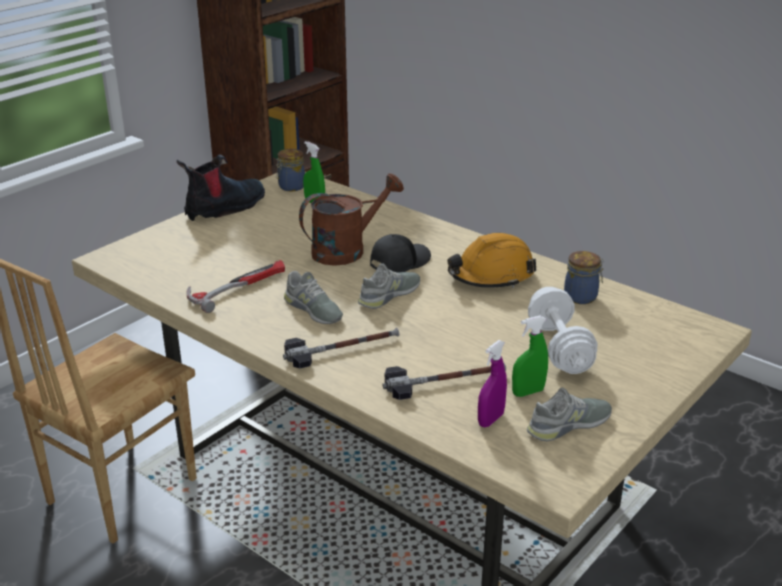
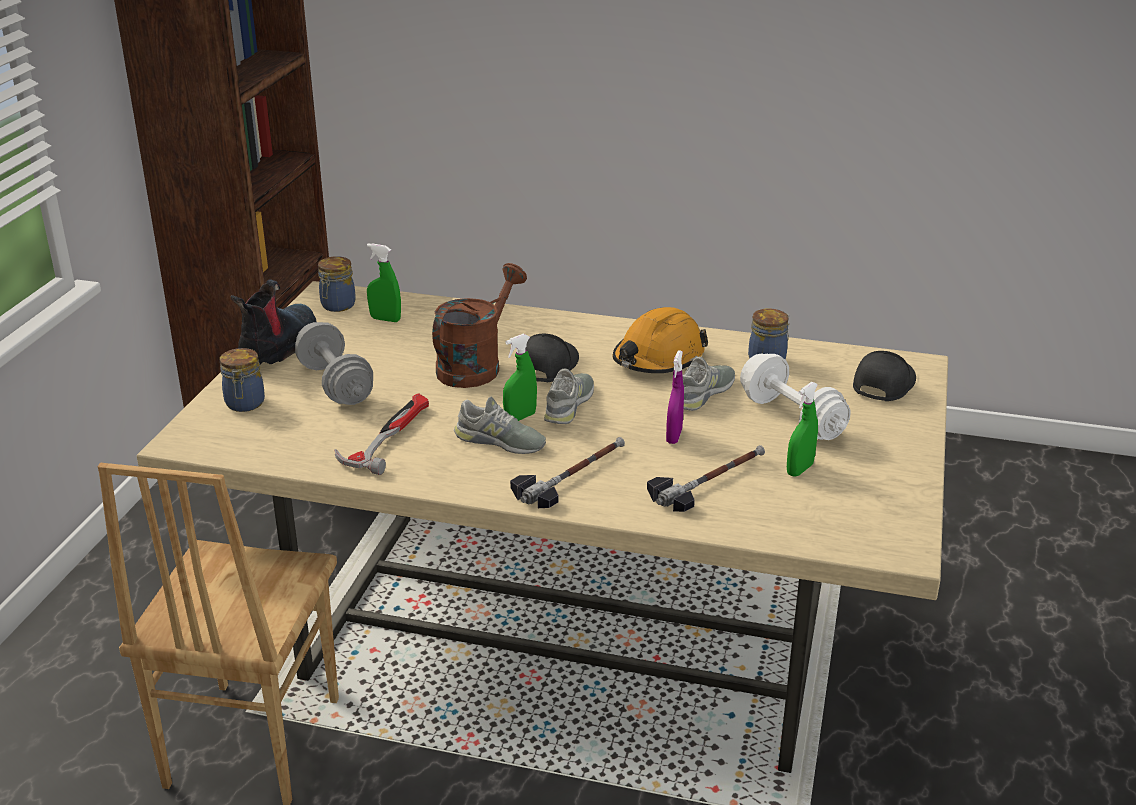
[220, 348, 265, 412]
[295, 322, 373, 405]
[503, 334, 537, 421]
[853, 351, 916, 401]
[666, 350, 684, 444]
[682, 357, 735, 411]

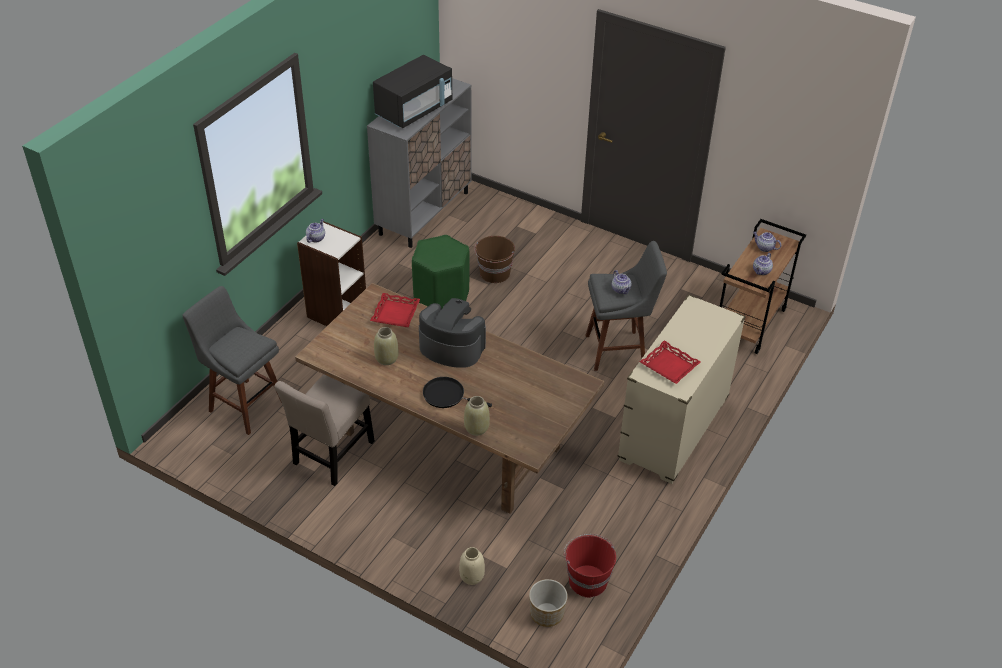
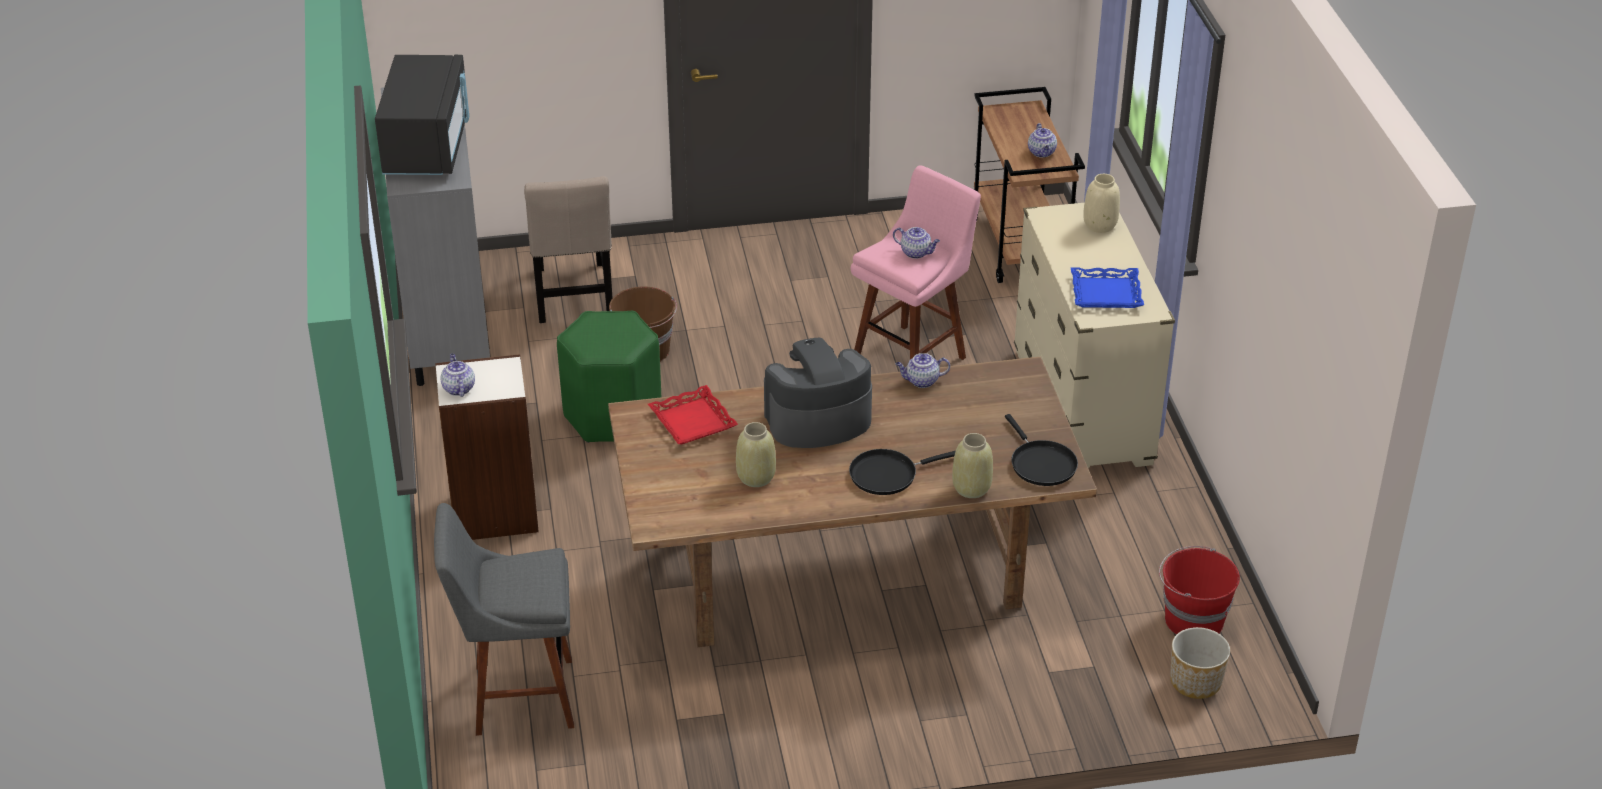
[1005, 414, 1078, 486]
[524, 176, 612, 323]
[1083, 174, 1120, 233]
[896, 353, 950, 388]
[851, 166, 981, 360]
[1071, 267, 1144, 308]

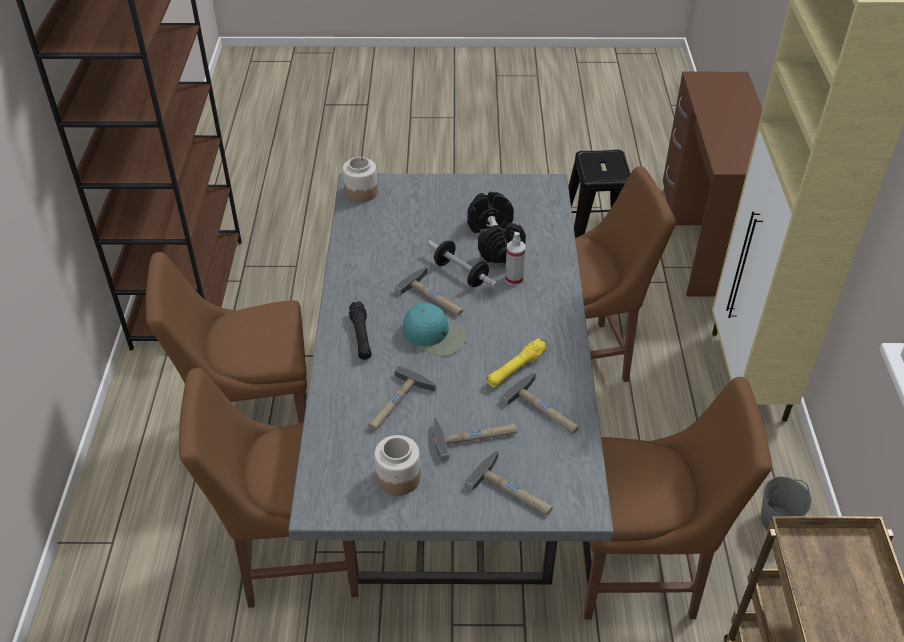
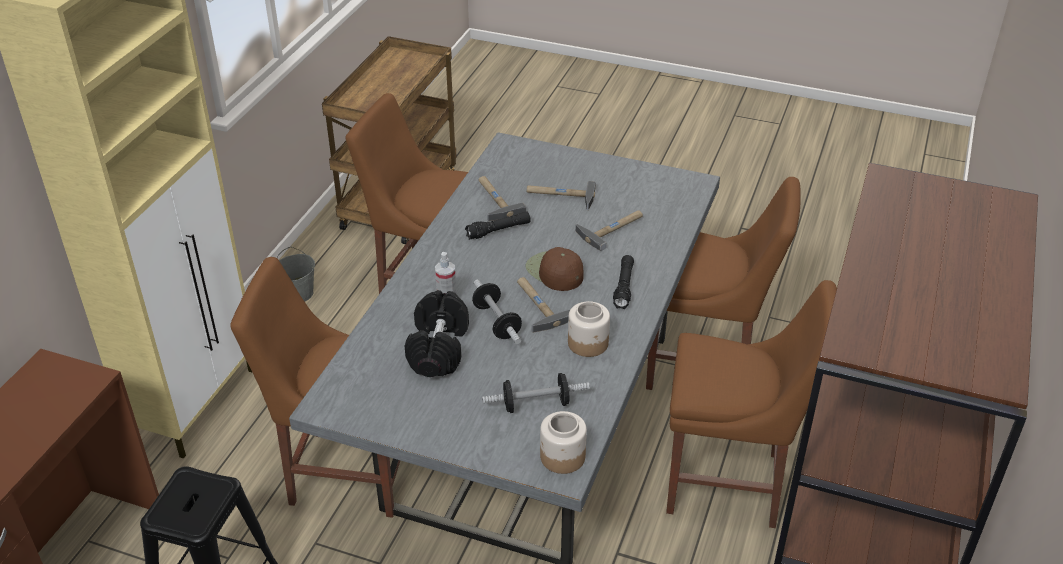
[465, 450, 553, 515] (first image)
[482, 373, 590, 413]
[568, 301, 610, 357]
[526, 247, 583, 291]
[465, 211, 531, 240]

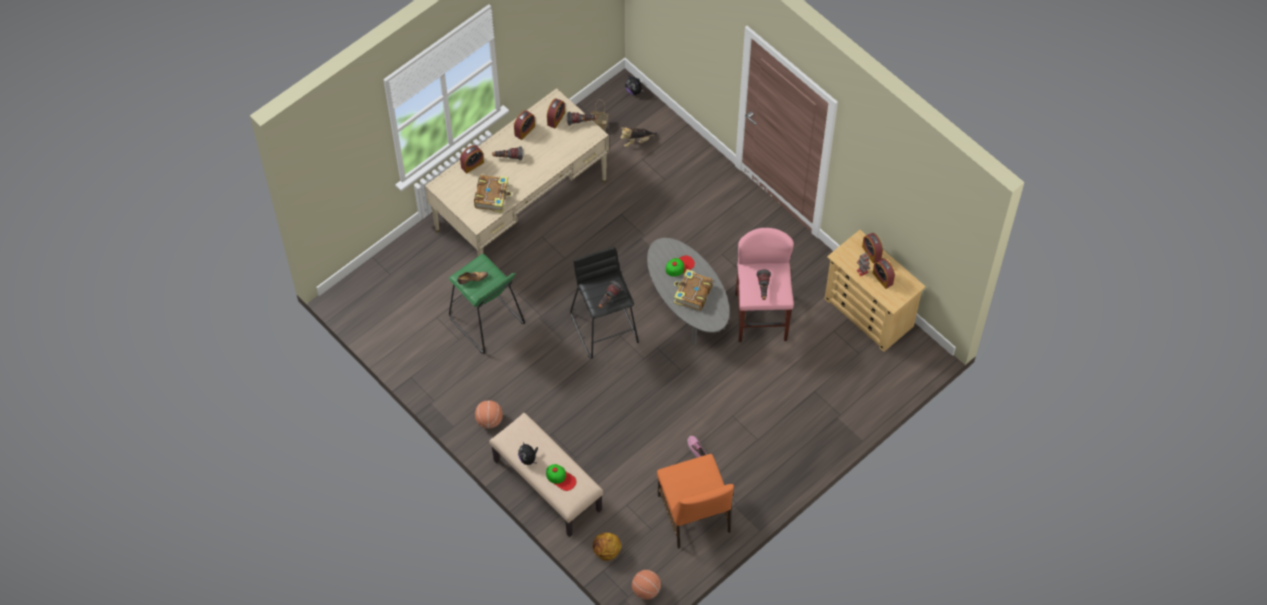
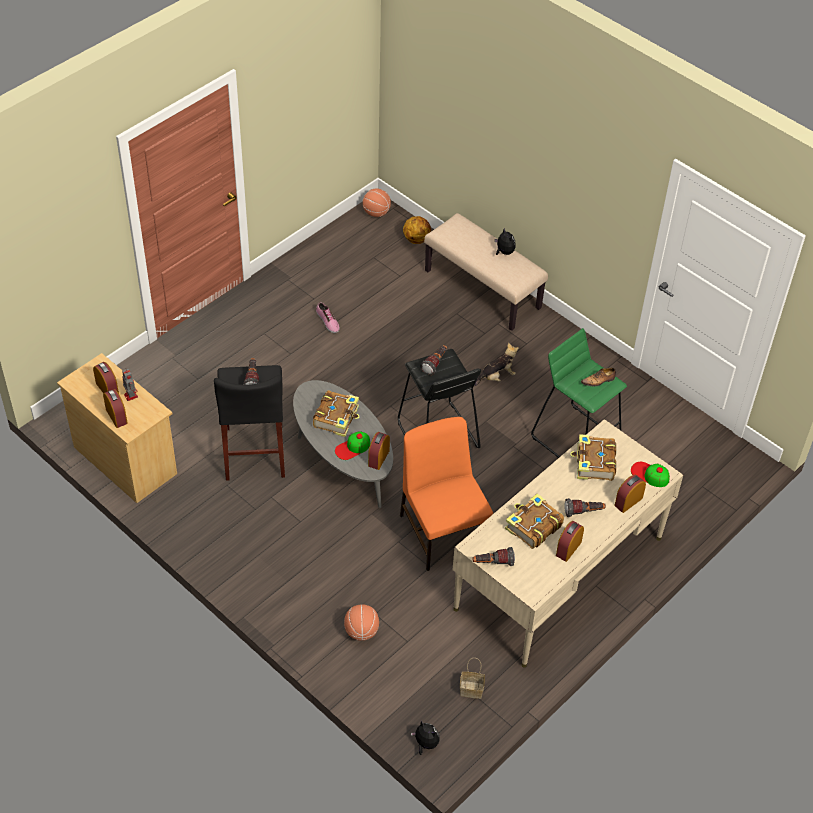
[505, 494, 564, 549]
[344, 604, 379, 641]
[631, 462, 670, 487]
[368, 432, 390, 470]
[474, 343, 519, 386]
[400, 417, 493, 571]
[214, 365, 285, 481]

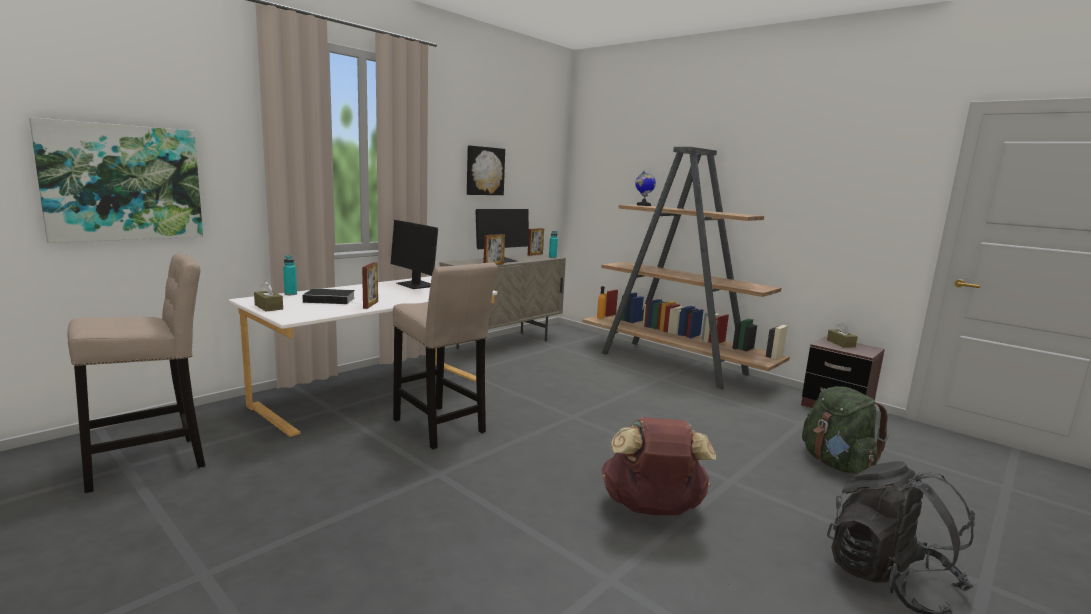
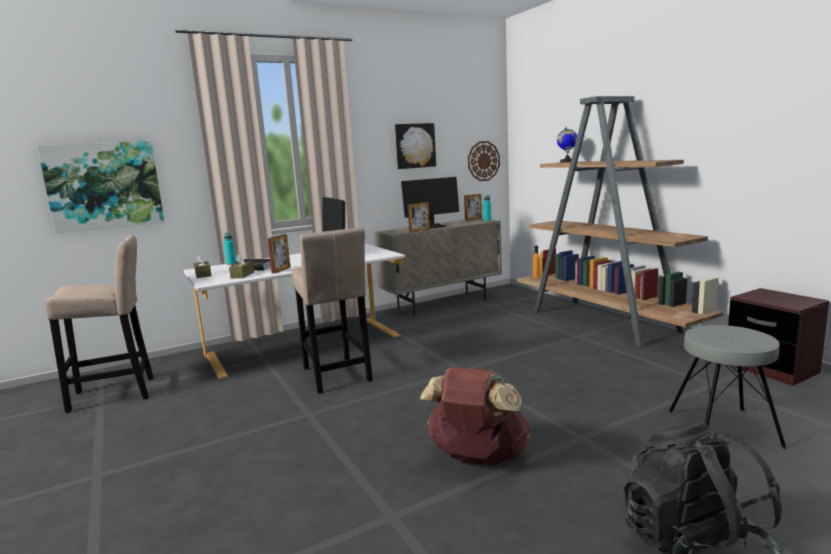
[468, 141, 500, 181]
[229, 254, 254, 279]
[669, 325, 787, 449]

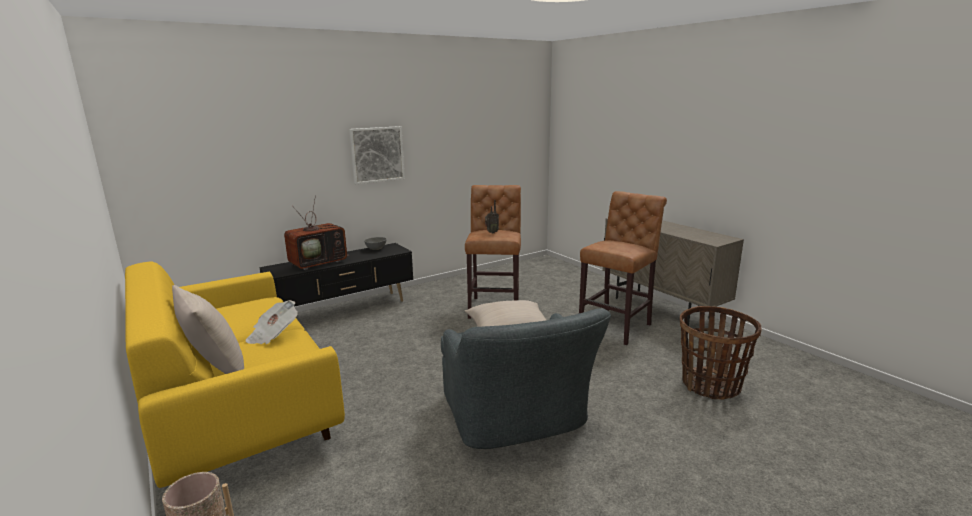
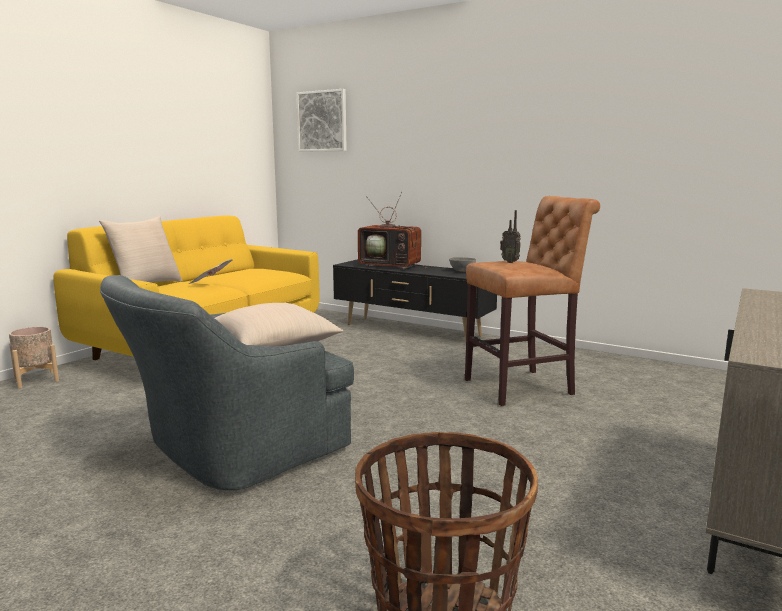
[579, 191, 667, 345] (first image)
[296, 89, 347, 152]

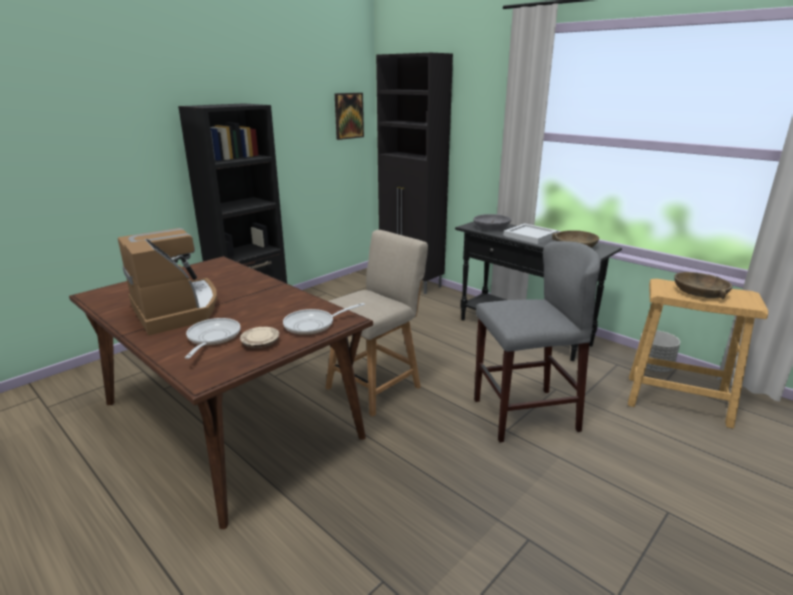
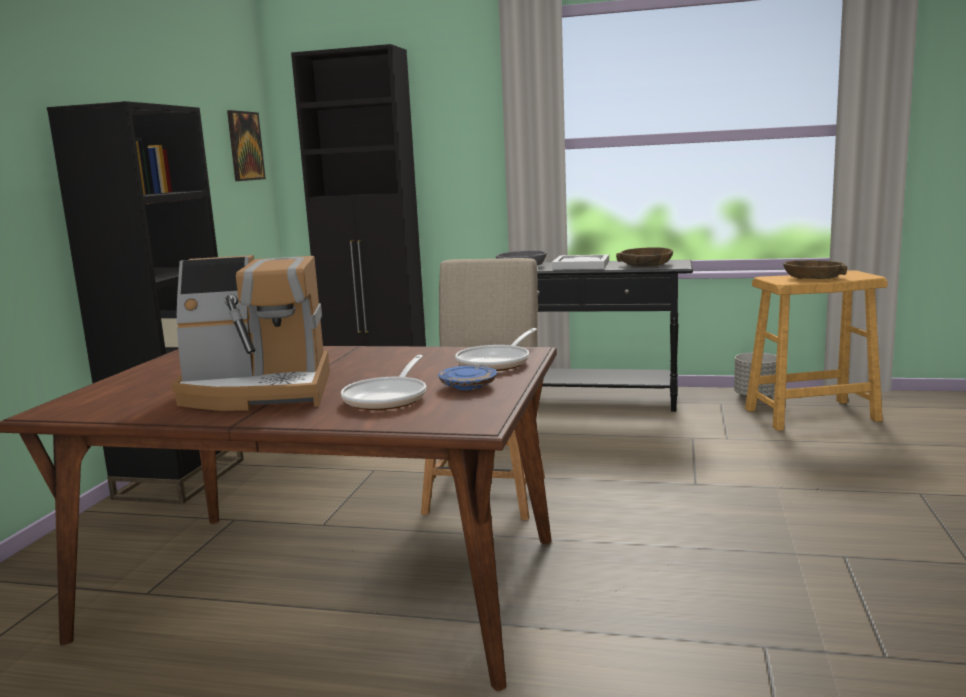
[474, 241, 601, 442] (first image)
[438, 365, 497, 391]
[172, 255, 330, 411]
[341, 355, 426, 410]

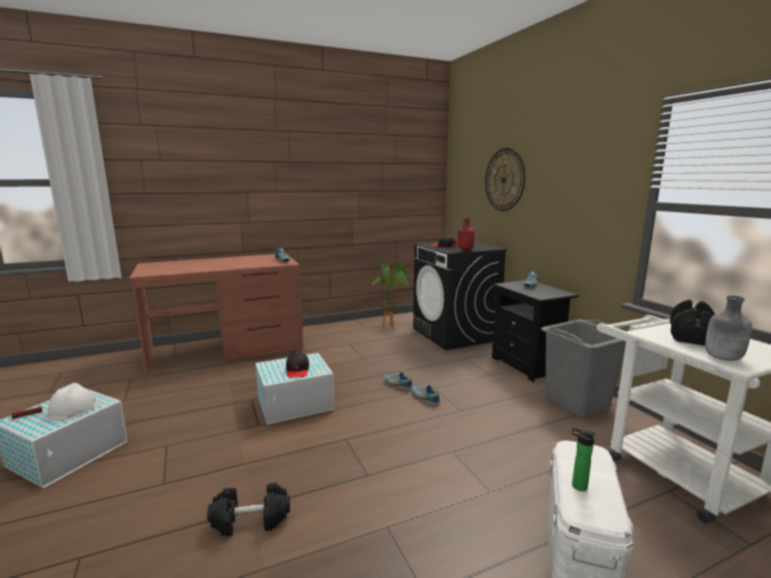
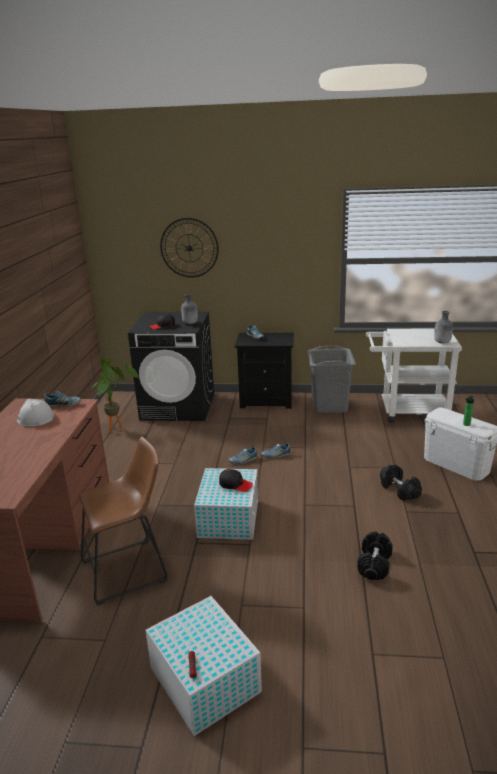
[79, 436, 167, 605]
[17, 399, 54, 426]
[380, 464, 422, 501]
[181, 293, 198, 324]

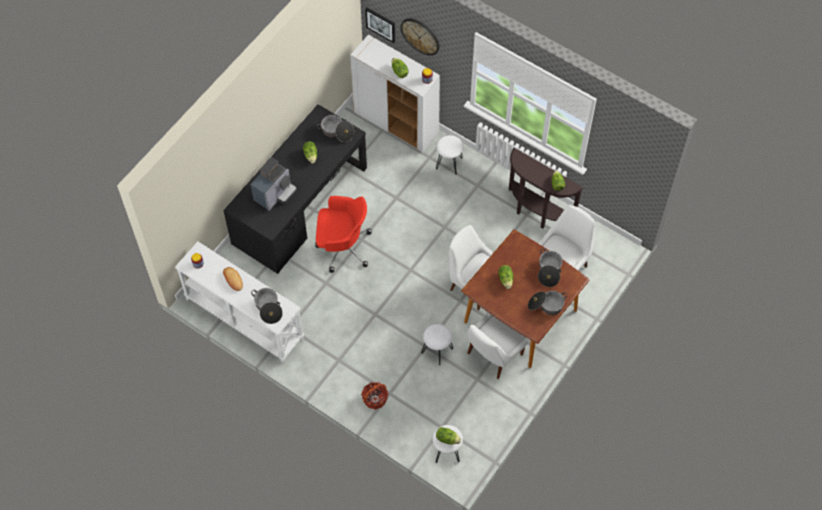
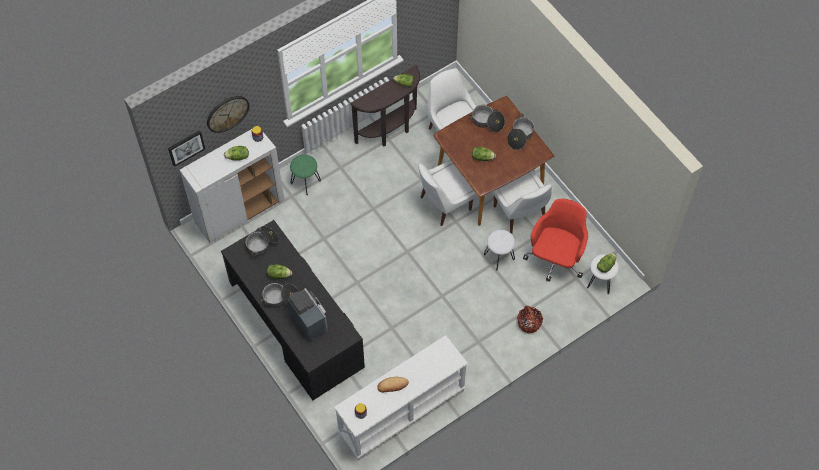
[260, 283, 298, 308]
[523, 199, 588, 282]
[290, 155, 321, 195]

